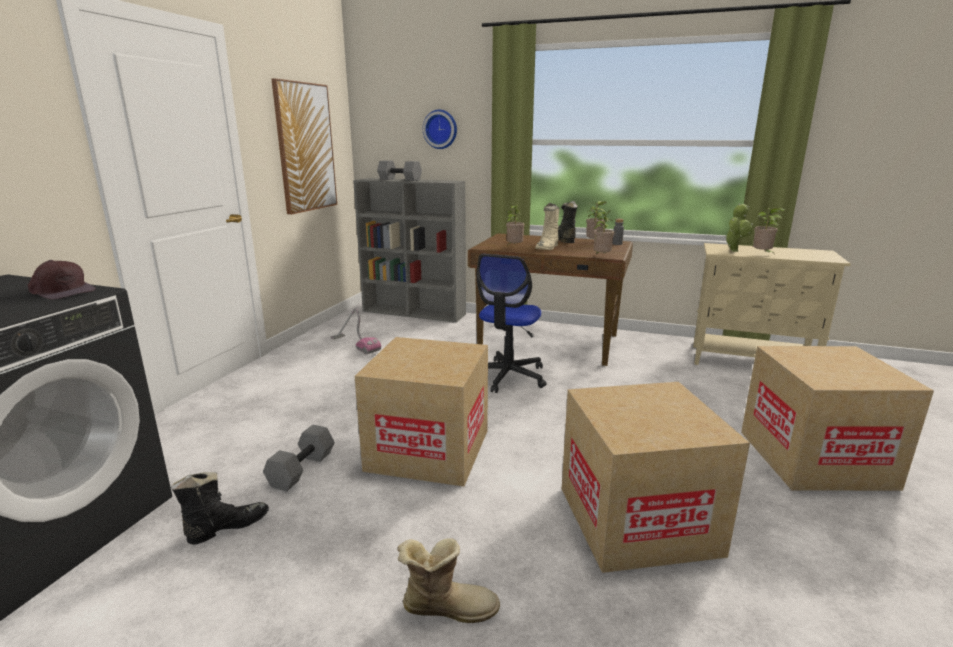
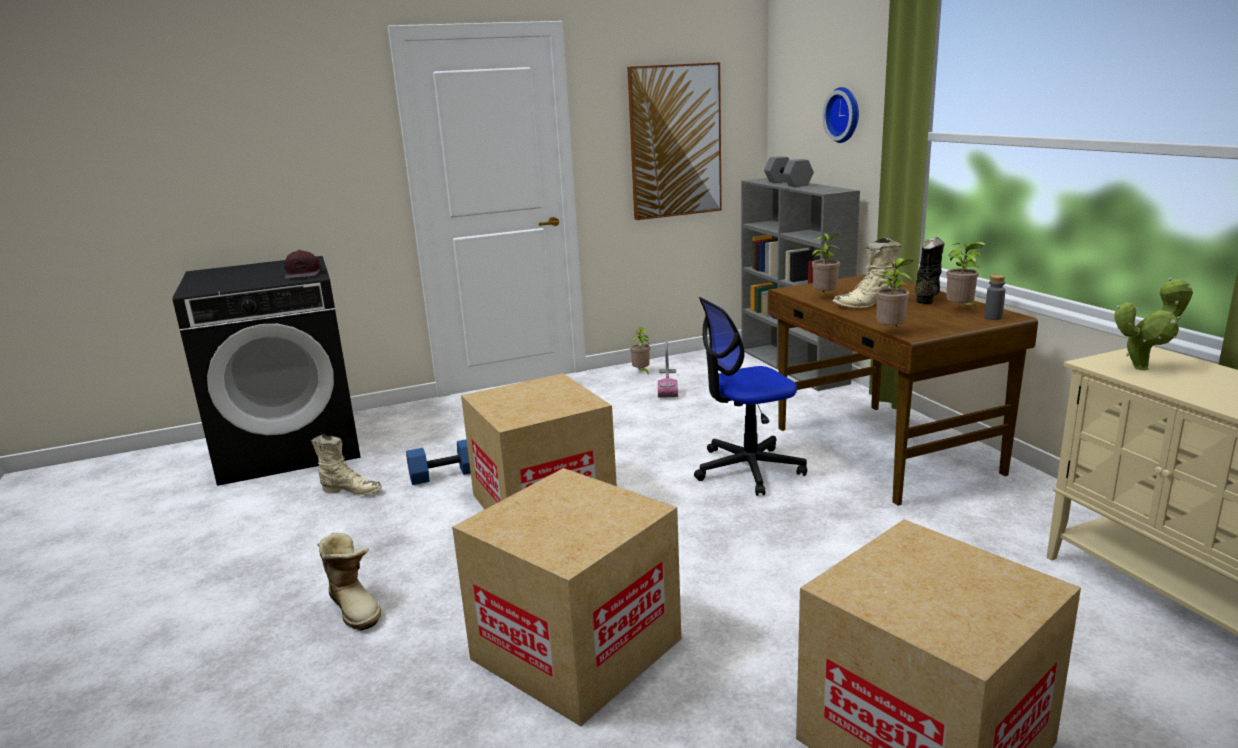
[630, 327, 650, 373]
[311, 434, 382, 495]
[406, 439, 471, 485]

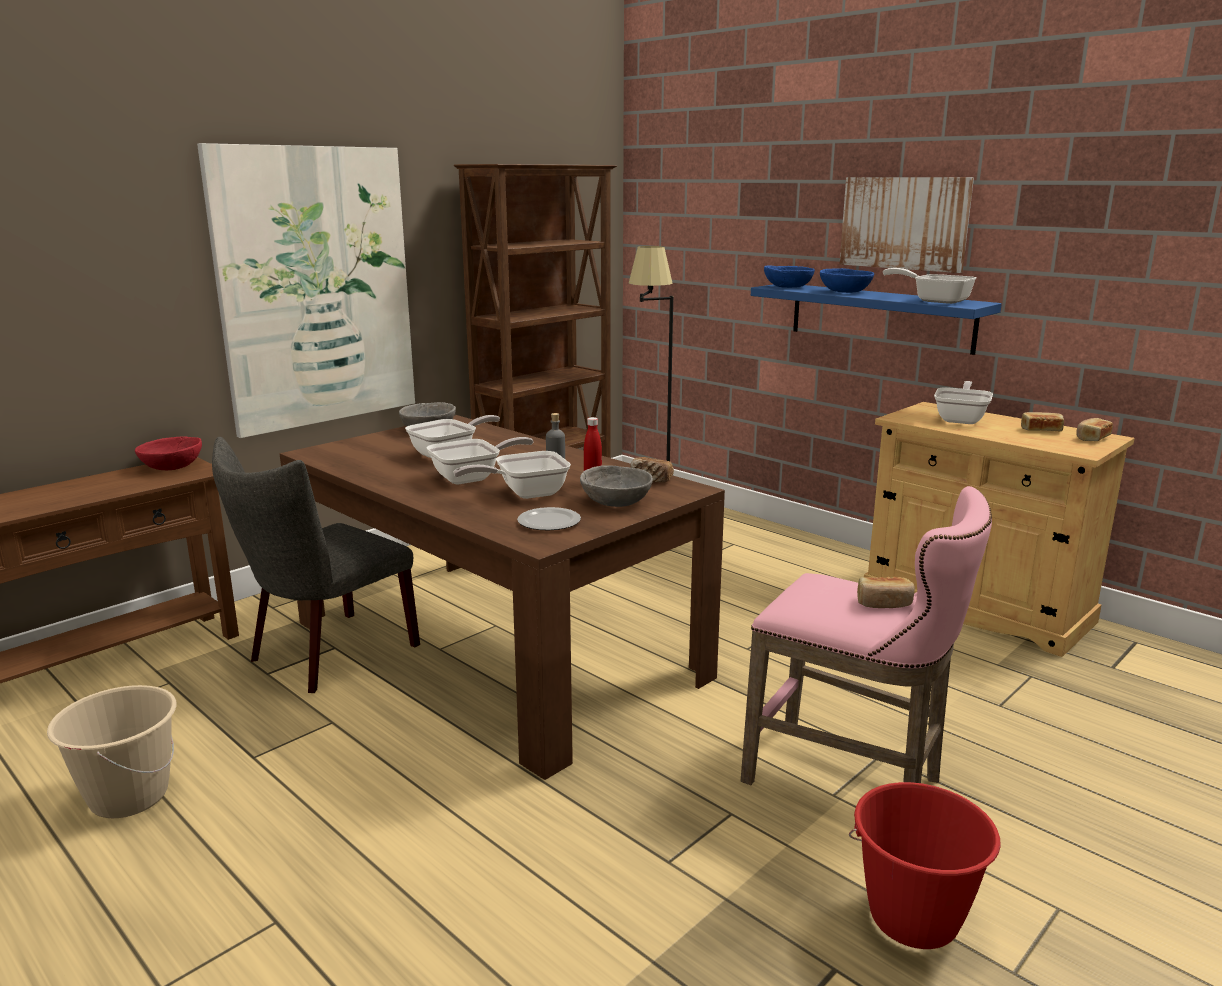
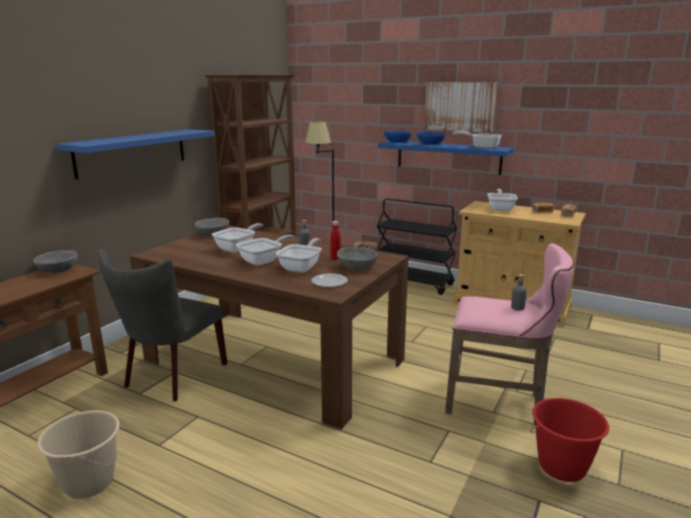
[376, 198, 457, 295]
[56, 129, 215, 179]
[511, 274, 527, 311]
[33, 250, 78, 273]
[276, 238, 321, 273]

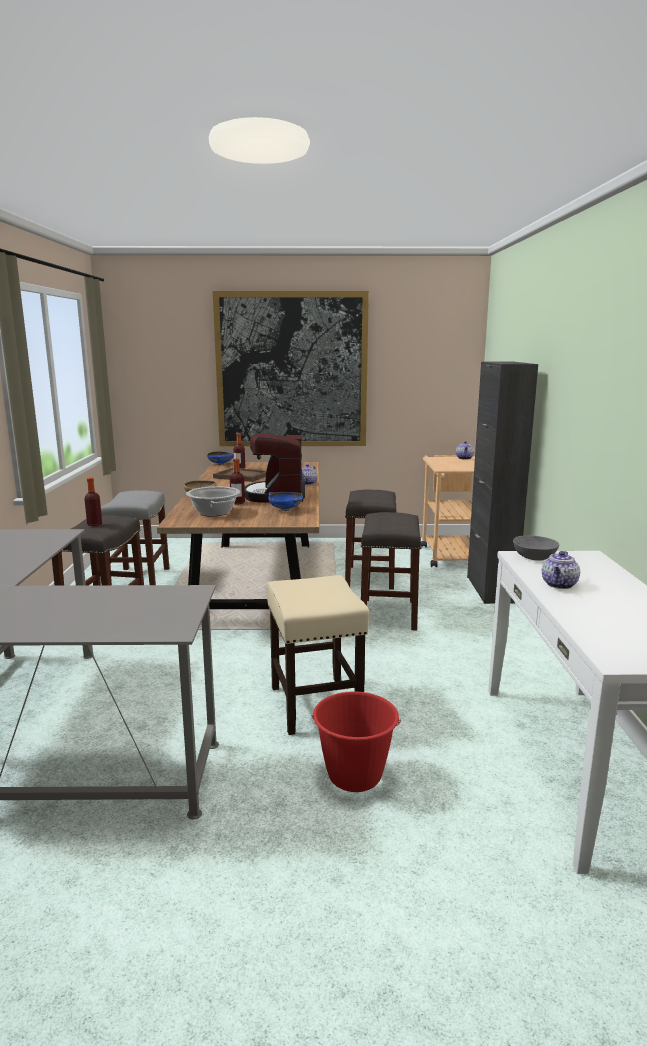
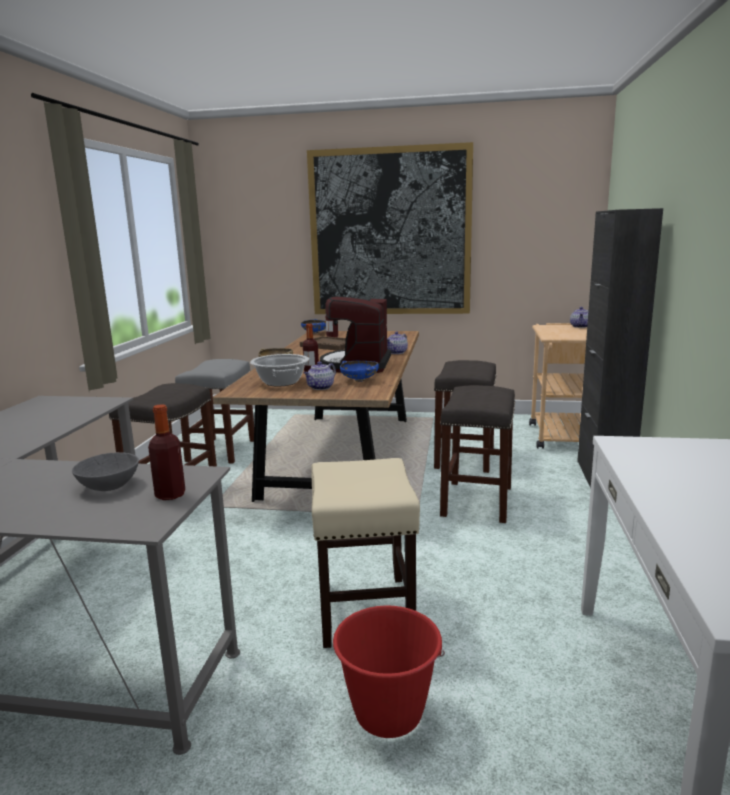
[148, 404, 185, 500]
[72, 452, 139, 491]
[304, 361, 336, 390]

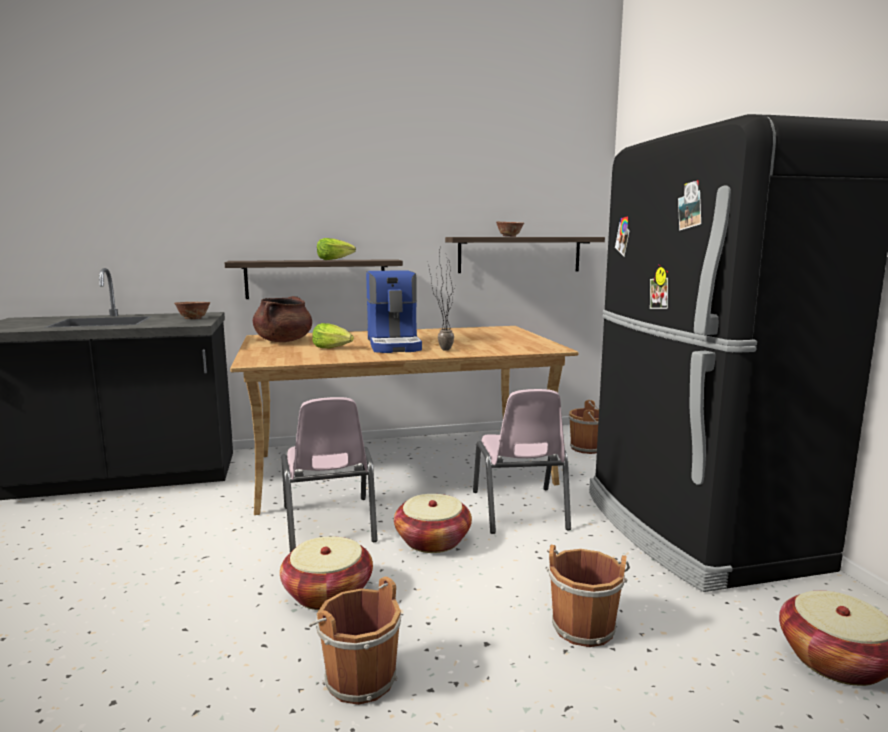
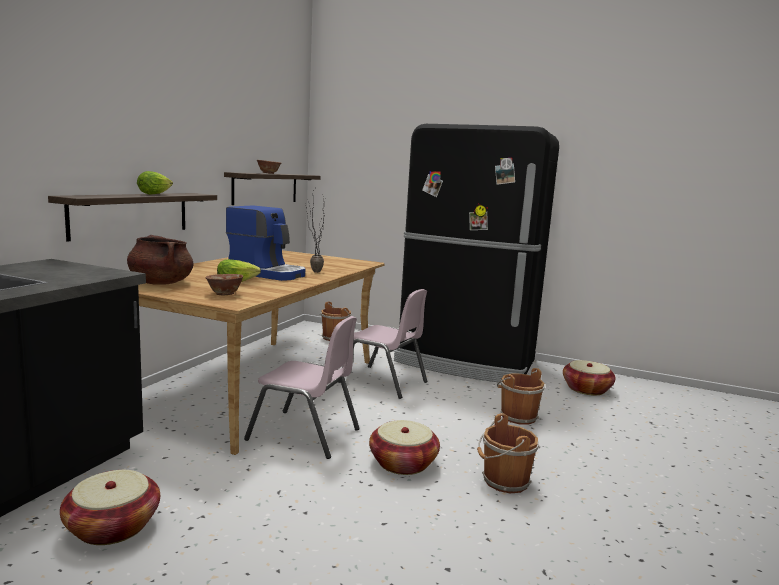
[206, 274, 243, 295]
[60, 470, 160, 545]

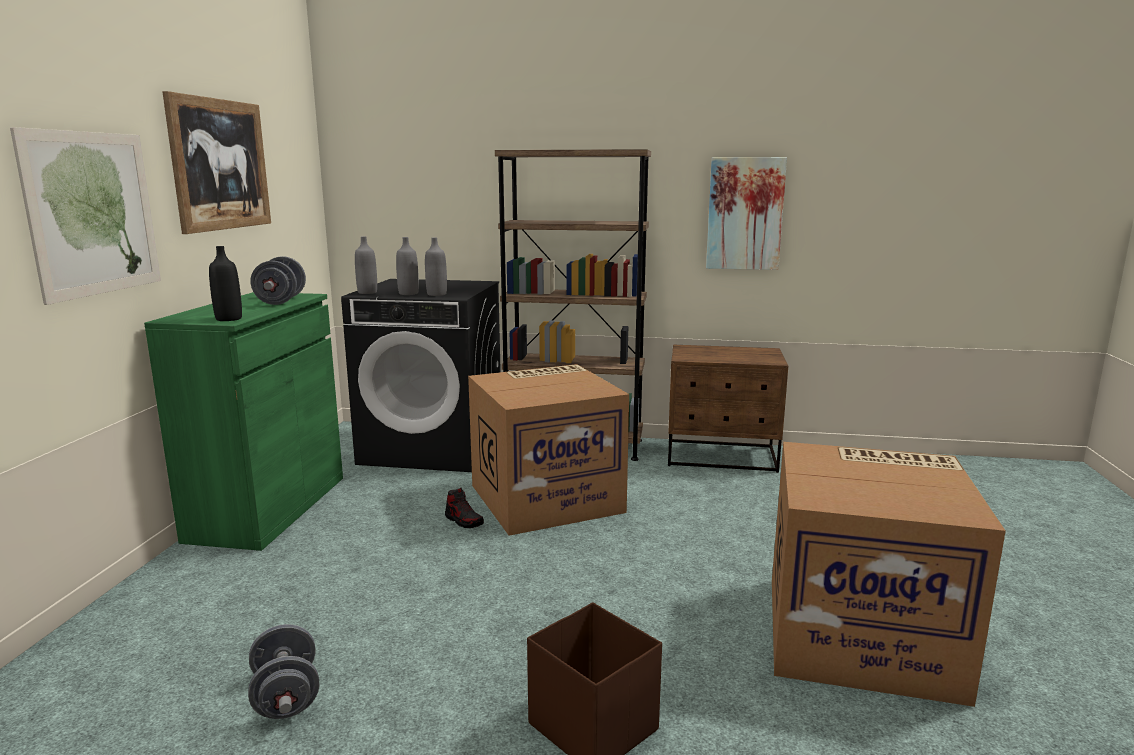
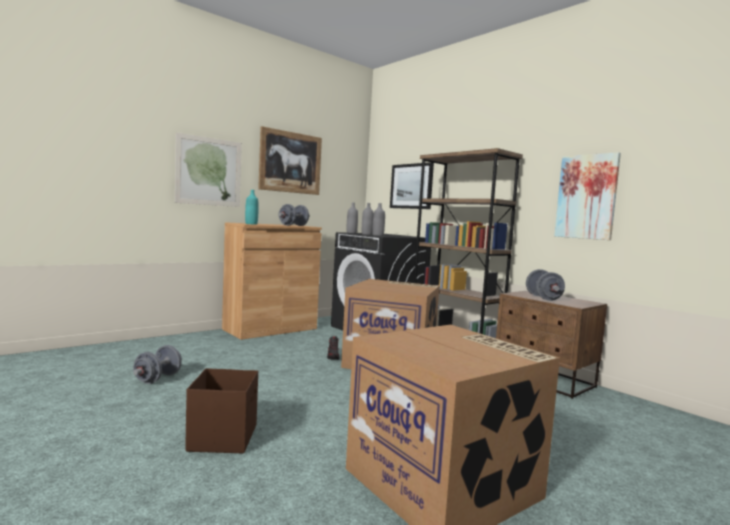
[390, 162, 434, 209]
[526, 269, 565, 301]
[222, 222, 322, 340]
[245, 190, 259, 225]

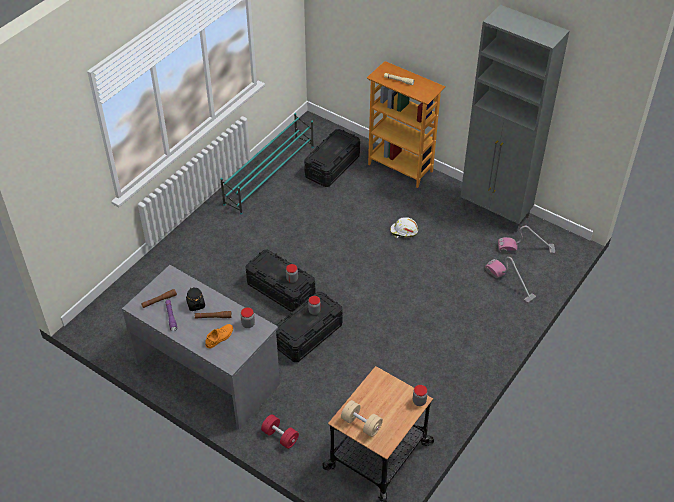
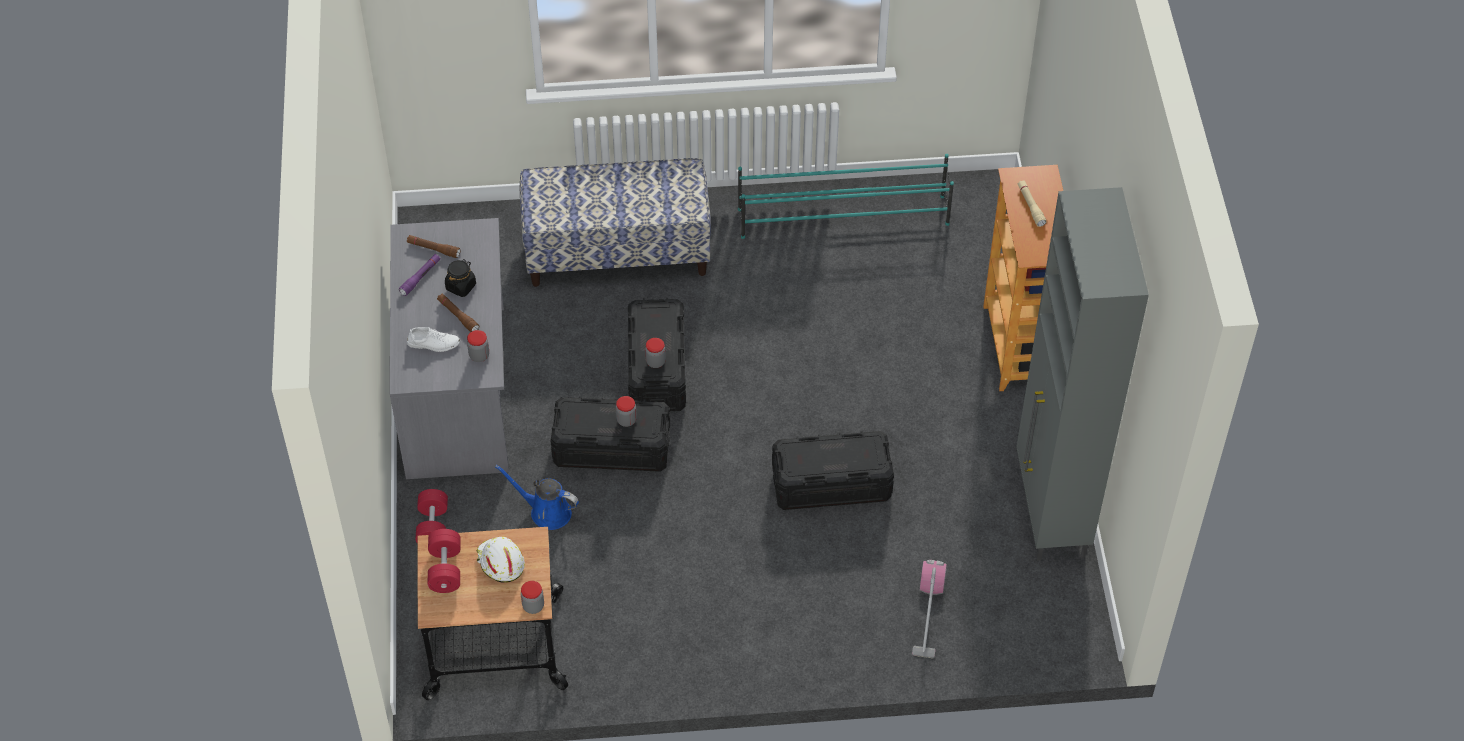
[498, 226, 555, 253] (first image)
[495, 465, 579, 530]
[520, 158, 711, 287]
[772, 431, 894, 510]
[477, 537, 525, 583]
[407, 327, 460, 352]
[428, 529, 460, 593]

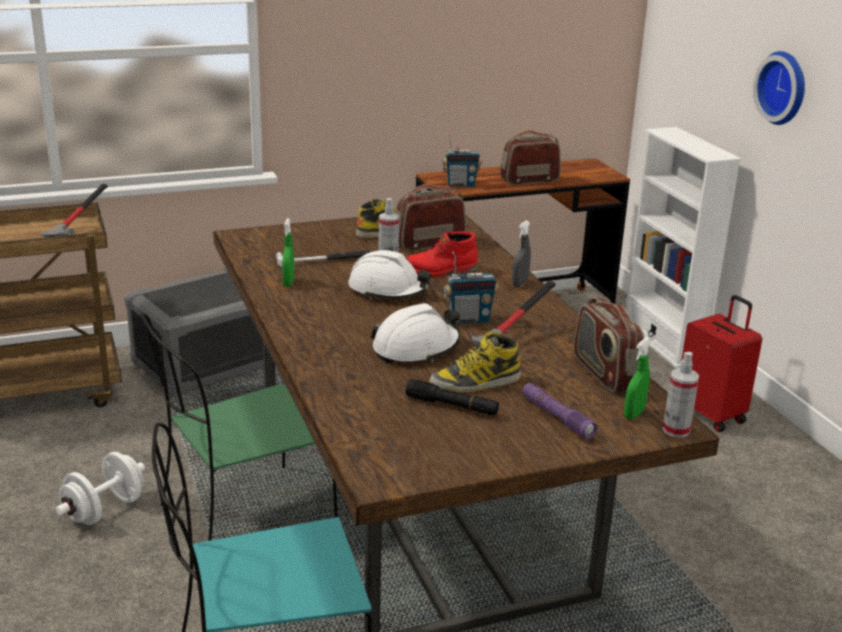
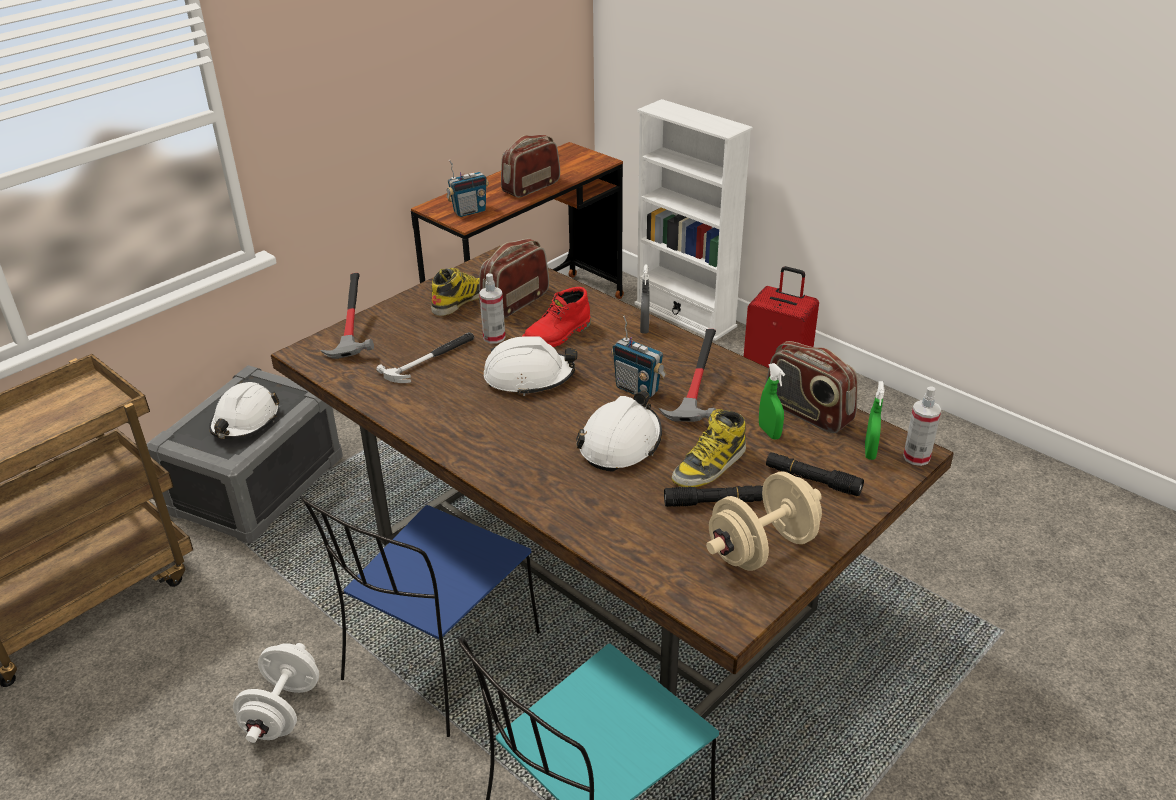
[753, 51, 805, 125] (first image)
[209, 382, 279, 439]
[706, 472, 822, 571]
[320, 273, 374, 359]
[759, 363, 785, 440]
[301, 497, 540, 737]
[766, 452, 864, 496]
[612, 316, 667, 398]

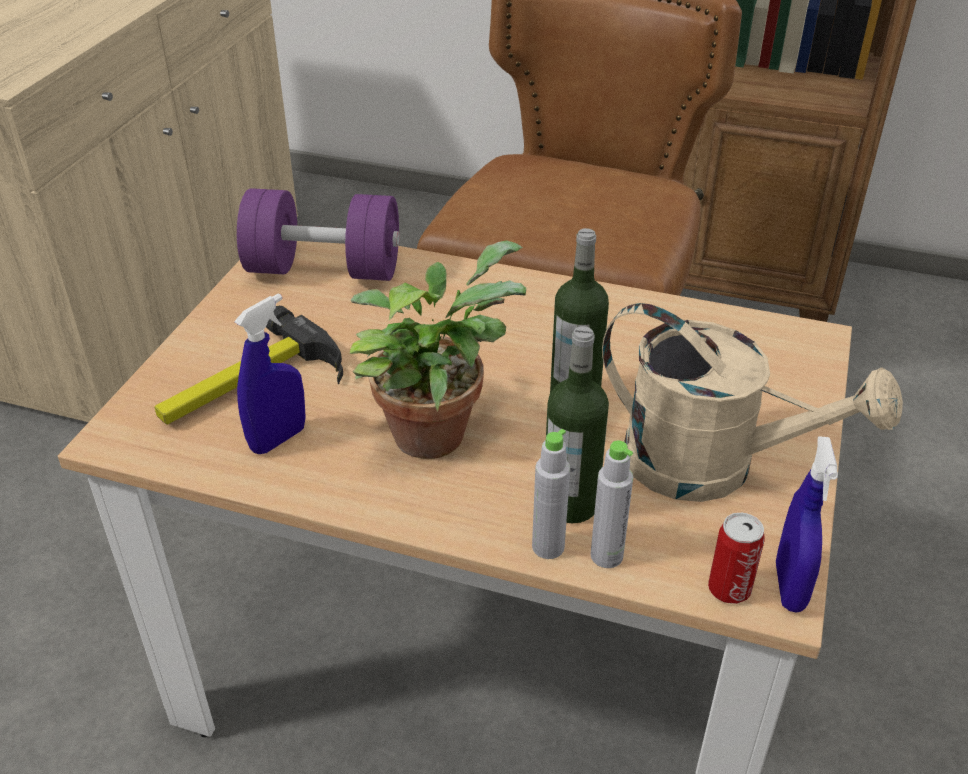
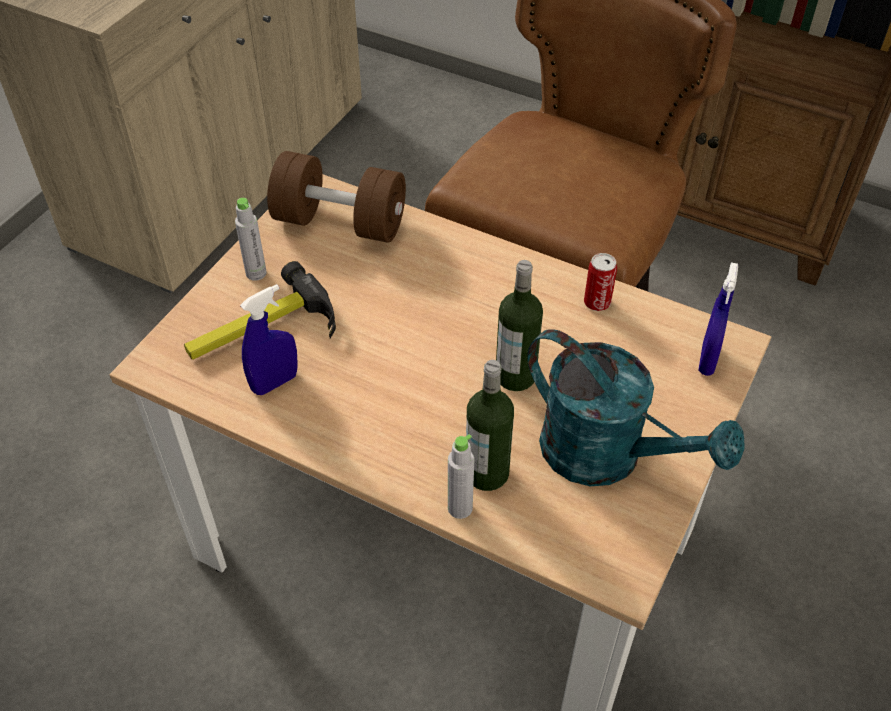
[350, 241, 526, 459] (first image)
[235, 198, 267, 281]
[584, 253, 617, 311]
[698, 262, 738, 376]
[267, 151, 406, 243]
[527, 329, 745, 486]

